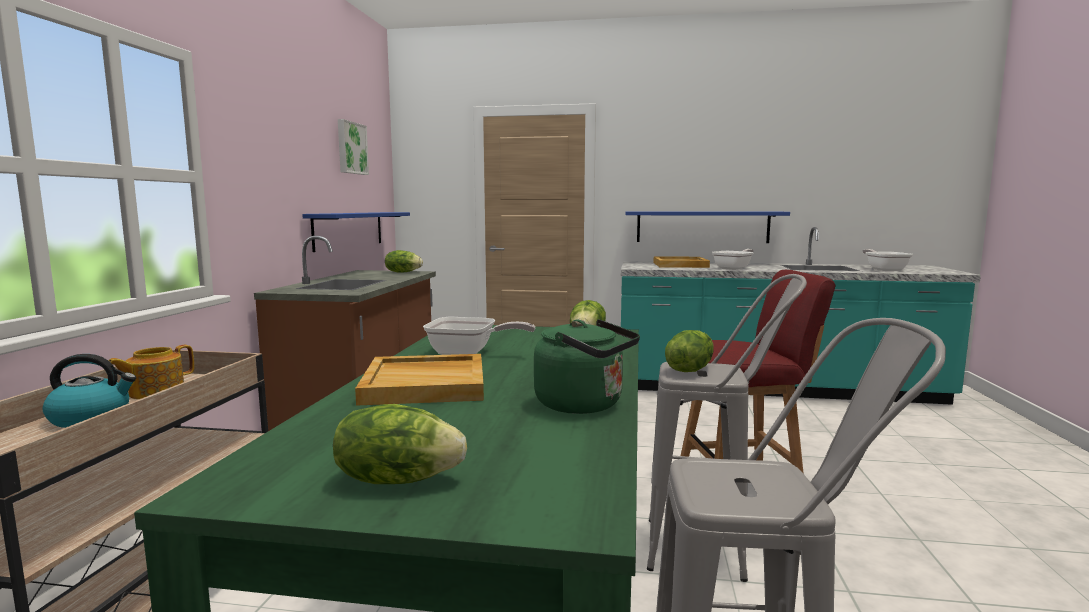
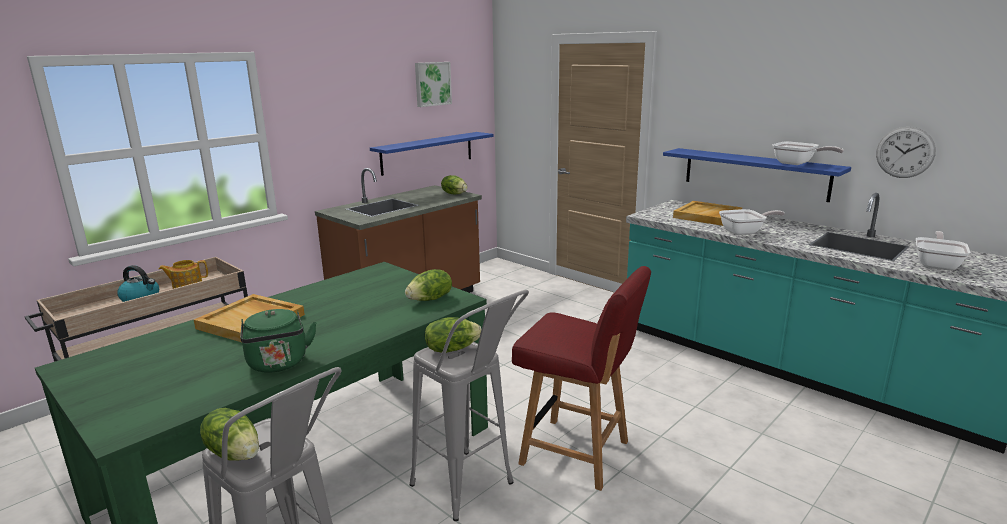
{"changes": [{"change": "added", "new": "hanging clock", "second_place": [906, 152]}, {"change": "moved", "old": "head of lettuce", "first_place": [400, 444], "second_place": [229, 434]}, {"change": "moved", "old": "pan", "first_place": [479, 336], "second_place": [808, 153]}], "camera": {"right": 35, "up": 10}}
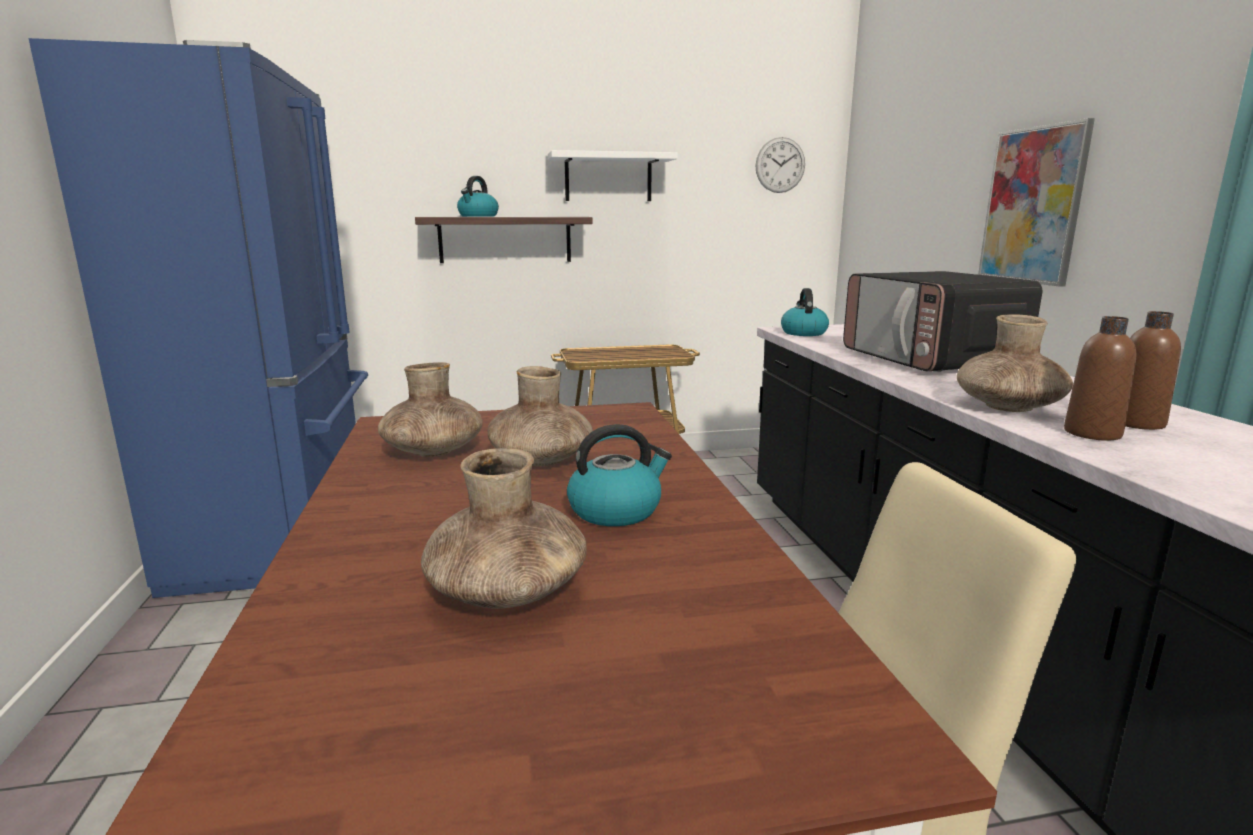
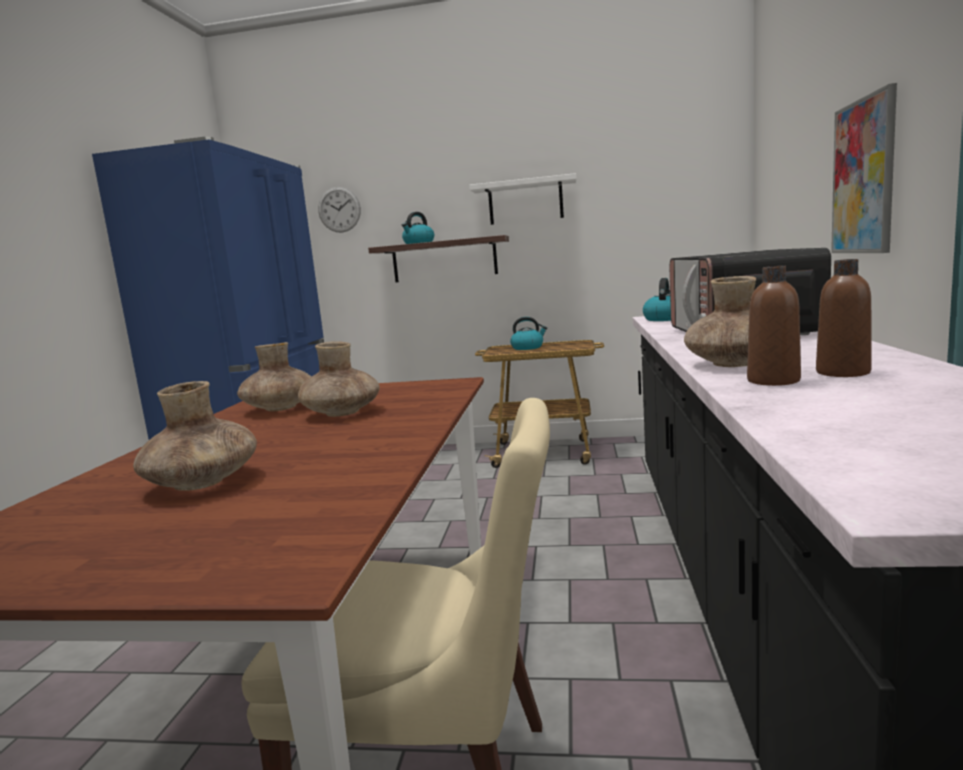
{"changes": [{"change": "moved", "old": "kettle", "first_place": [619, 475], "second_place": [528, 333]}, {"change": "moved", "old": "hanging clock", "first_place": [780, 165], "second_place": [339, 209]}], "camera": {"right": 20, "up": -5}}
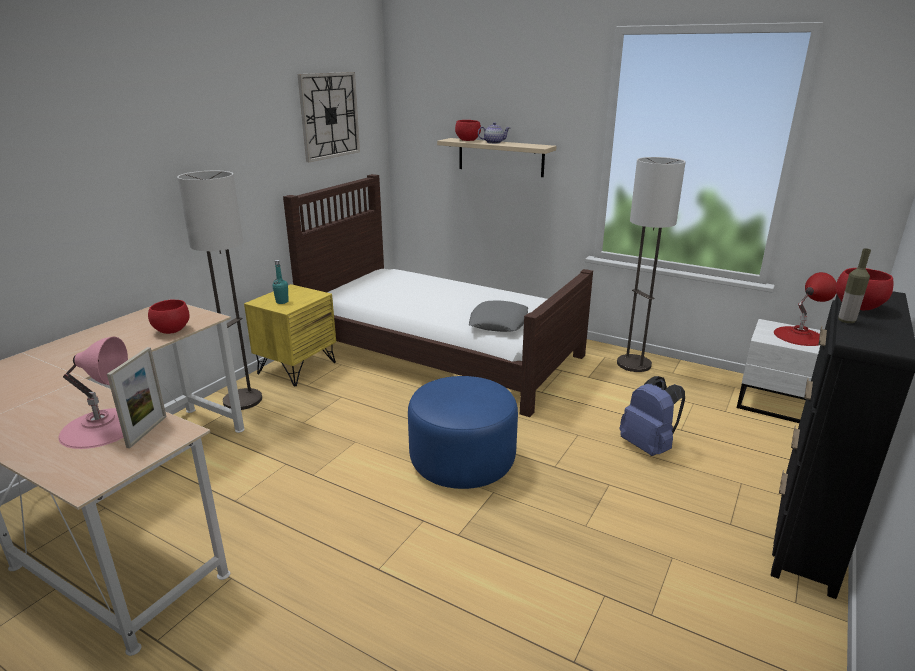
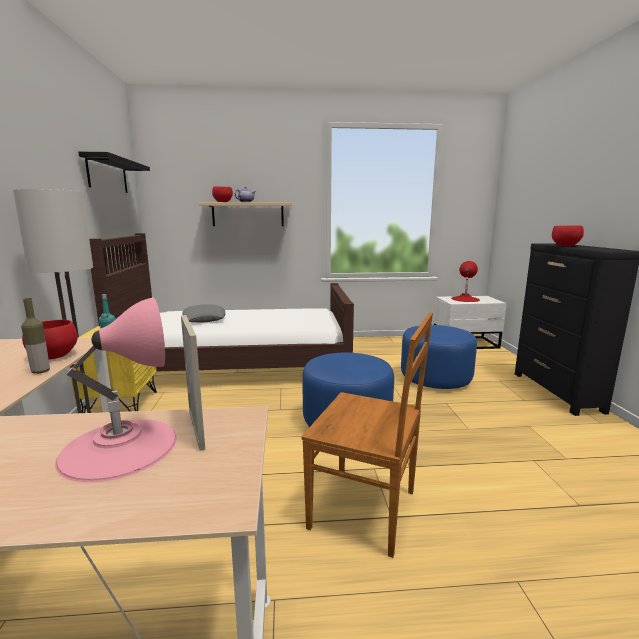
{"changes": [{"change": "removed", "old": "standard lamp", "first_place": [651, 264]}, {"change": "added", "new": "brown-coloured plain chair", "second_place": [367, 435]}, {"change": "moved", "old": "grey cushion", "first_place": [498, 316], "second_place": [203, 313]}, {"change": "moved", "old": "drink bottle", "first_place": [854, 285], "second_place": [35, 336]}, {"change": "replaced", "old": "hanging clock", "new": "black shelf", "first_place": [329, 117], "second_place": [114, 172]}, {"change": "replaced", "old": "blue knapsack", "new": "blue pouffe", "first_place": [652, 416], "second_place": [439, 357]}], "camera": {"right": -35, "up": -10}}
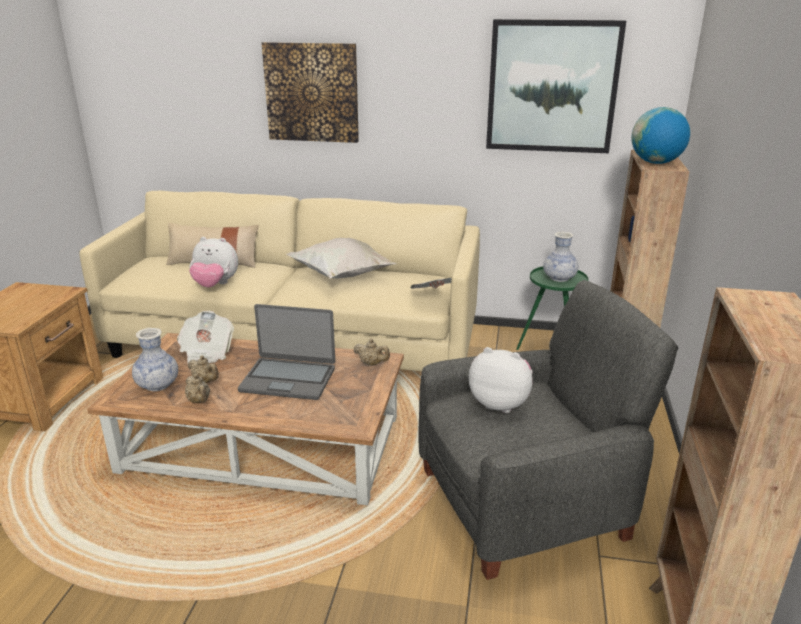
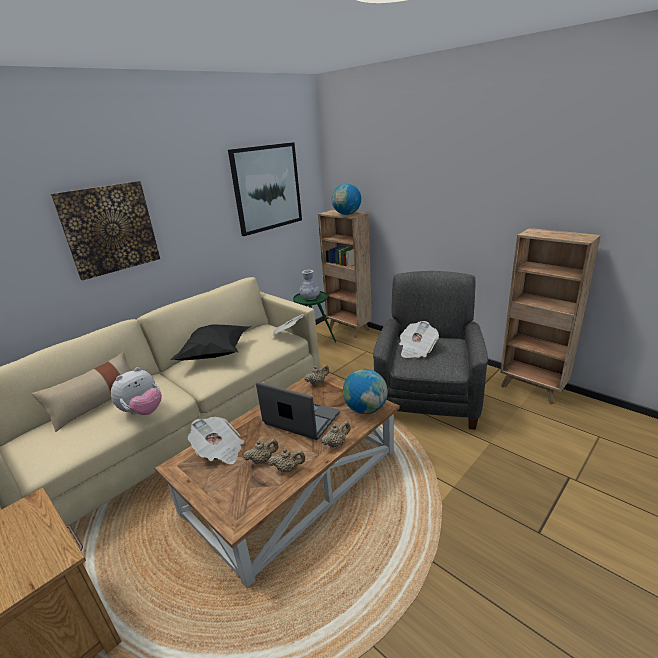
{"changes": [{"change": "removed", "old": "flower vase", "first_place": [155, 359]}, {"change": "added", "new": "beige tea pot", "second_place": [335, 434]}, {"change": "added", "new": "globe", "second_place": [365, 391]}, {"change": "replaced", "old": "plush toy", "new": "printed paper", "first_place": [501, 380], "second_place": [419, 339]}, {"change": "recoloured", "old": "whitish cushion", "new": "black cushion", "first_place": [341, 258], "second_place": [210, 342]}, {"change": "turned", "old": "laptop", "first_place": [286, 352], "second_place": [298, 411], "degrees": -105}], "camera": {"right": -55, "up": 0}}
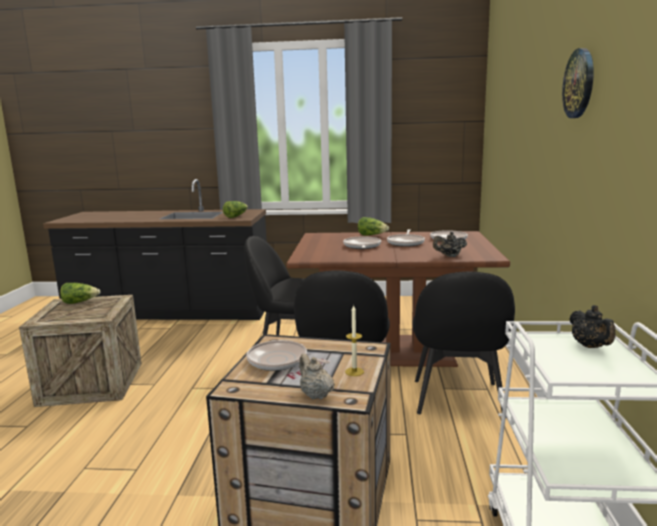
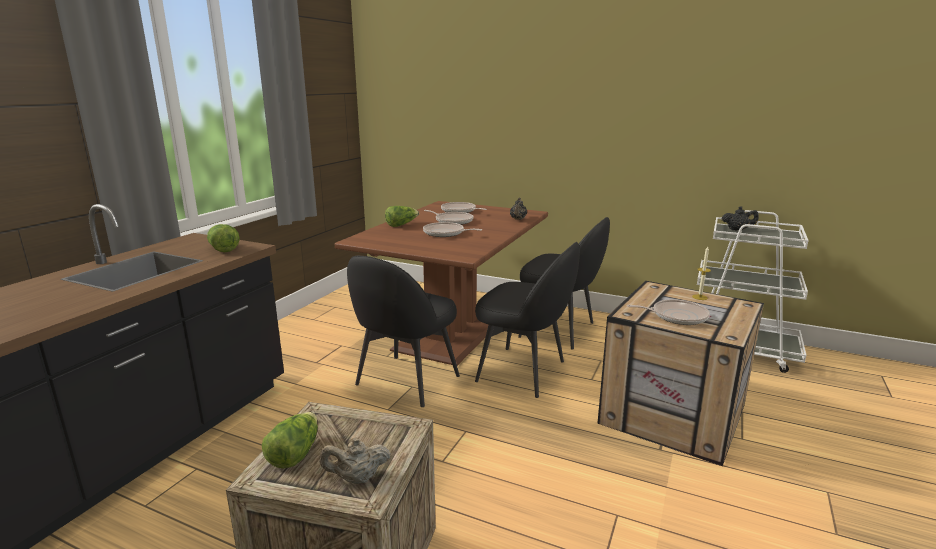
{"changes": [{"change": "removed", "old": "hanging clock", "first_place": [578, 83]}, {"change": "moved", "old": "beige tea pot", "first_place": [317, 376], "second_place": [355, 461]}, {"change": "turned", "old": "pan", "first_place": [288, 355], "second_place": [668, 312], "degrees": -135}], "camera": {"right": -70, "up": 5}}
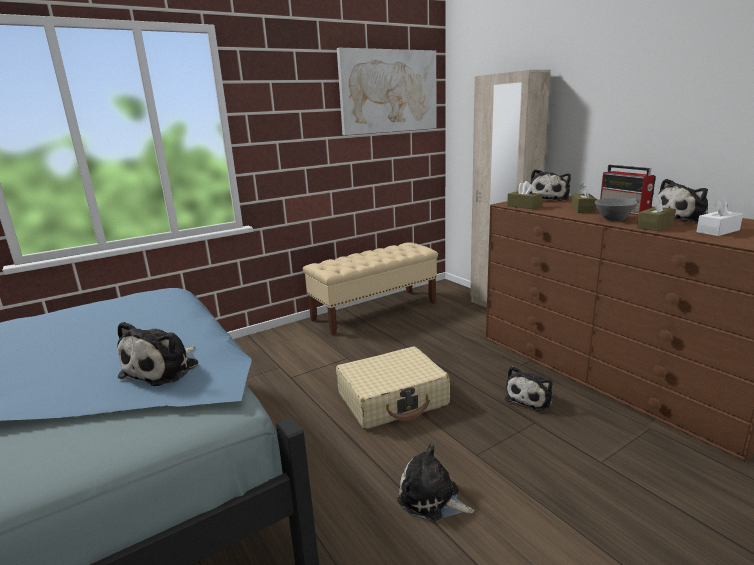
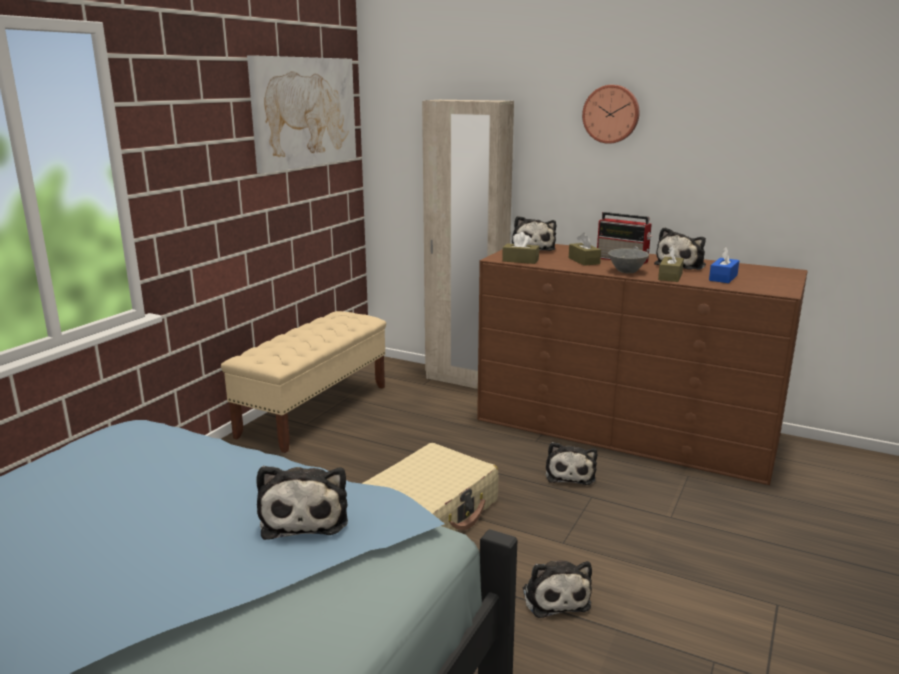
{"changes": [{"change": "added", "new": "hanging clock", "second_place": [611, 114]}, {"change": "recoloured", "old": "whitish box of tissues", "new": "blue box of tissues", "first_place": [719, 217], "second_place": [724, 265]}, {"change": "turned", "old": "plush toy", "first_place": [435, 482], "second_place": [557, 589], "degrees": -105}], "camera": {"right": -30, "up": 0}}
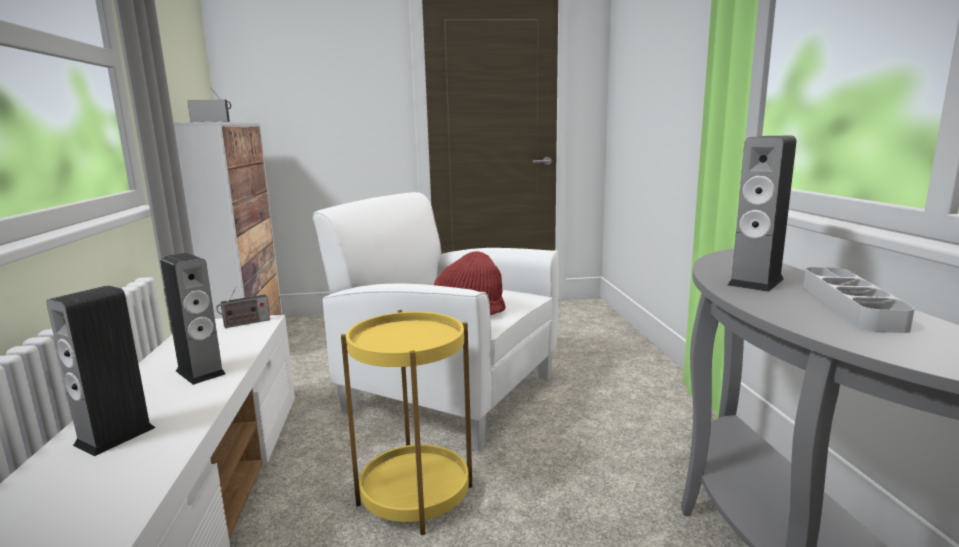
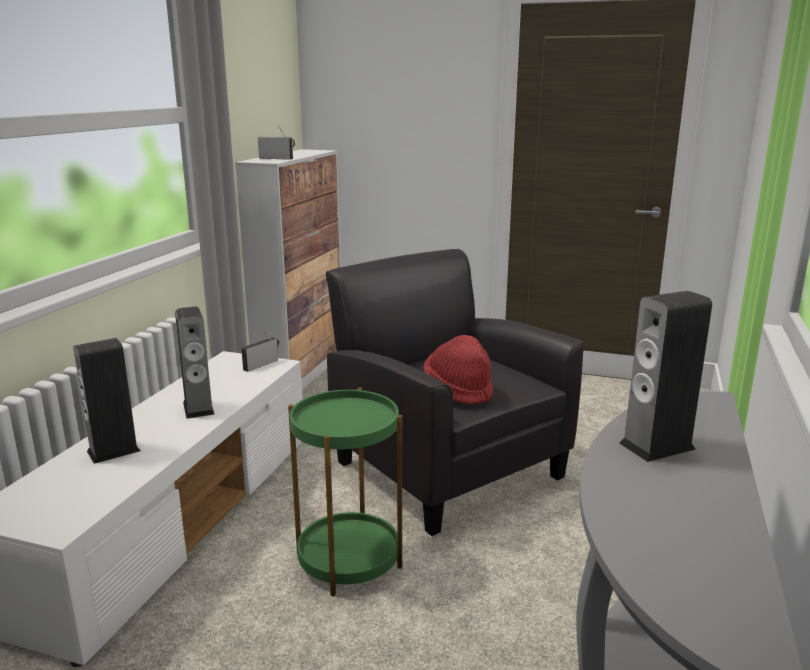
{"changes": [{"change": "removed", "old": "grey tray", "first_place": [859, 300]}, {"change": "recoloured", "old": "whitish lounge chair", "new": "black lounge chair", "first_place": [436, 321], "second_place": [455, 392]}, {"change": "recoloured", "old": "yellow-coloured accent table", "new": "green-coloured accent table", "first_place": [406, 422], "second_place": [345, 491]}, {"change": "turned", "old": "radio", "first_place": [243, 307], "second_place": [260, 351], "degrees": 135}], "camera": {"right": 25, "up": 5}}
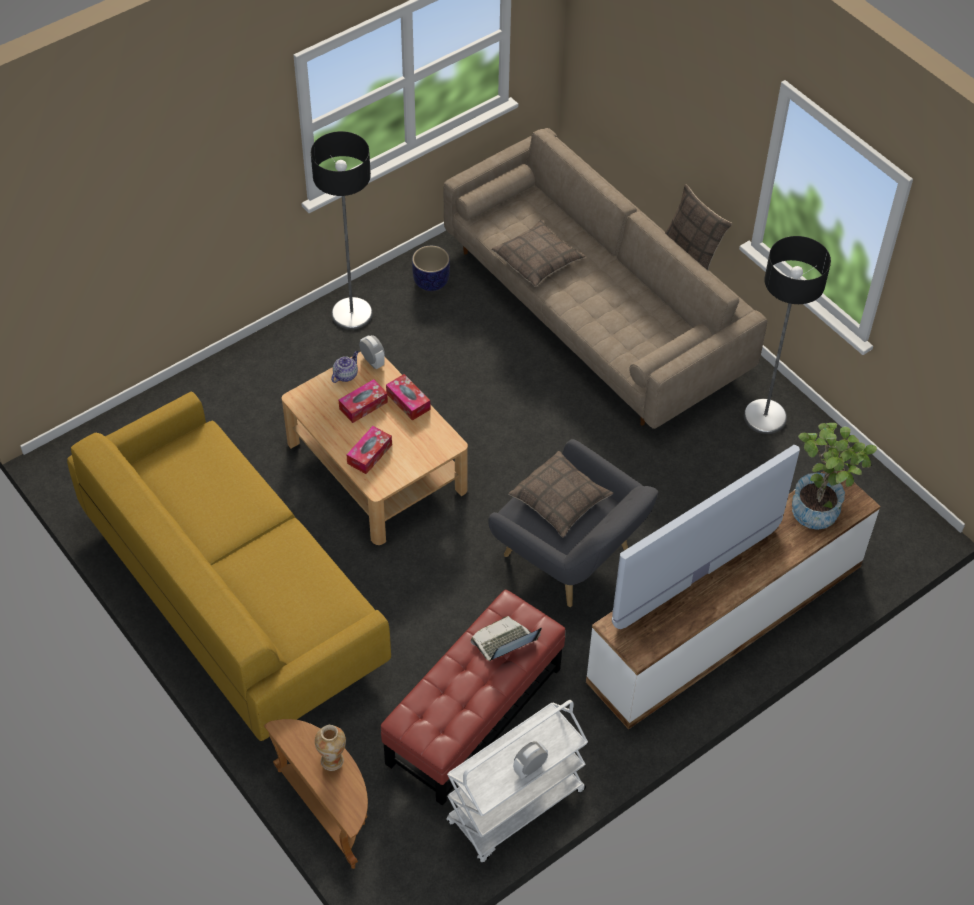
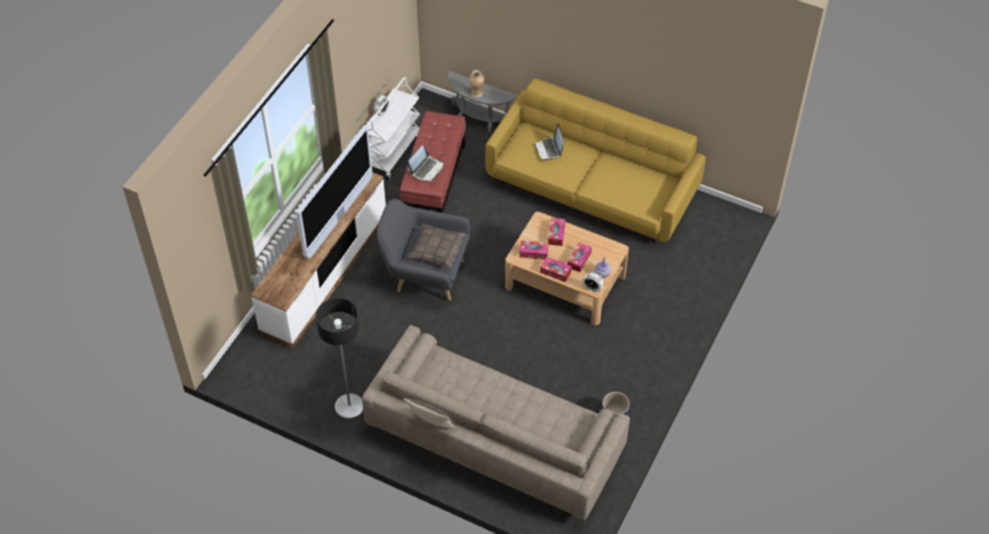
{"changes": [{"change": "removed", "old": "standard lamp", "first_place": [341, 230]}, {"change": "removed", "old": "cushion", "first_place": [538, 253]}, {"change": "removed", "old": "houseplant", "first_place": [834, 476]}, {"change": "added", "new": "box of tissues", "second_place": [533, 250]}, {"change": "added", "new": "laptop", "second_place": [549, 142]}, {"change": "recoloured", "old": "brown-coloured accent table", "new": "grey accent table", "first_place": [316, 794], "second_place": [483, 102]}], "camera": {"right": 155, "up": 0}}
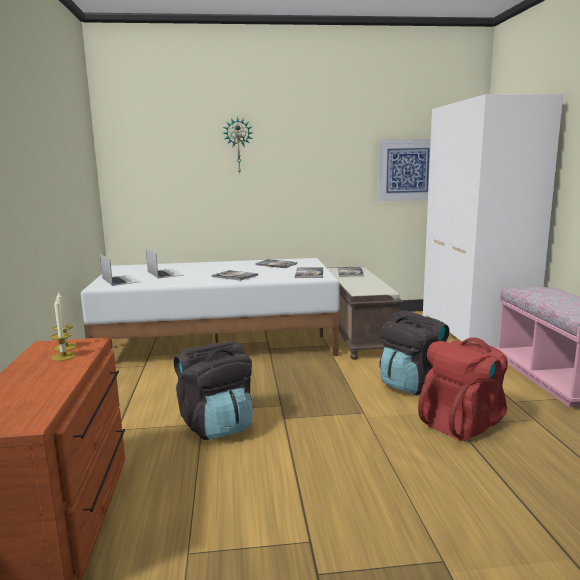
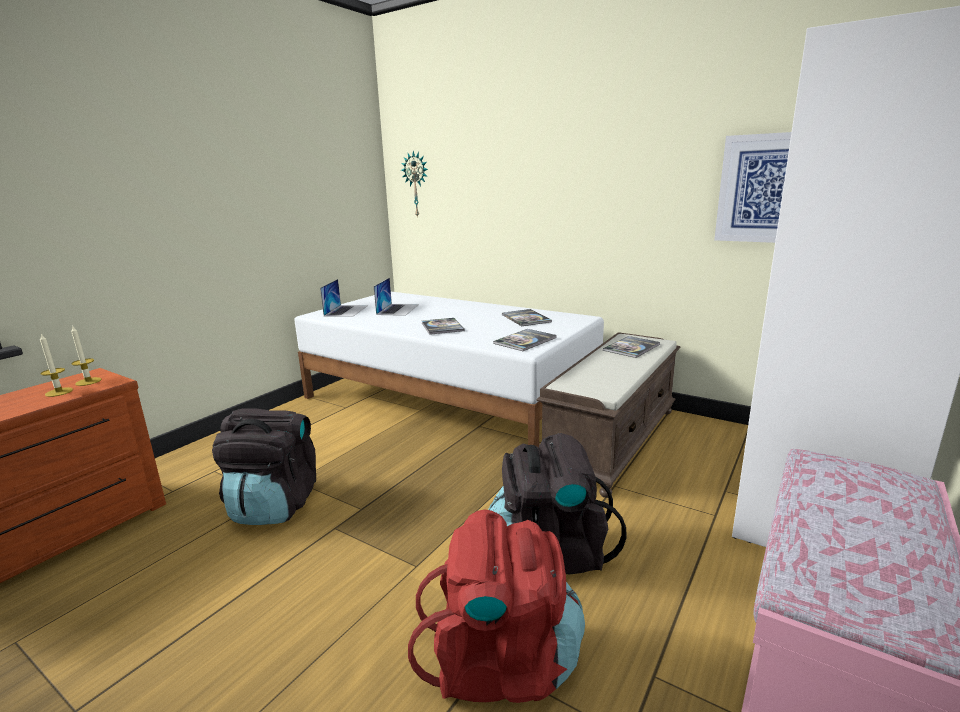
{"changes": [{"change": "moved", "old": "hanging clock", "first_place": [238, 145], "second_place": [414, 184]}], "camera": {"right": 40, "up": 5}}
